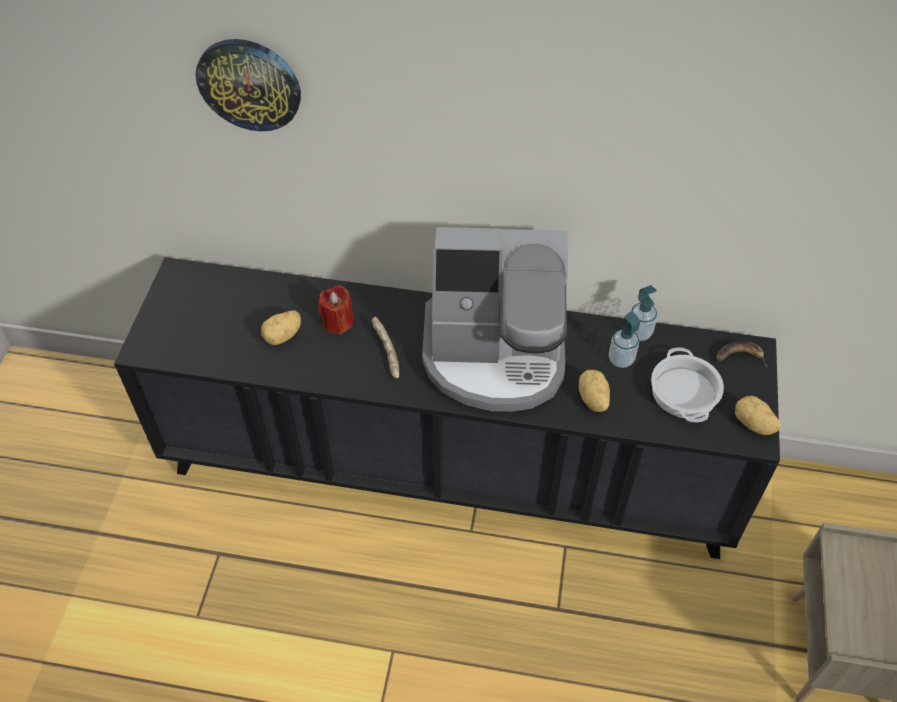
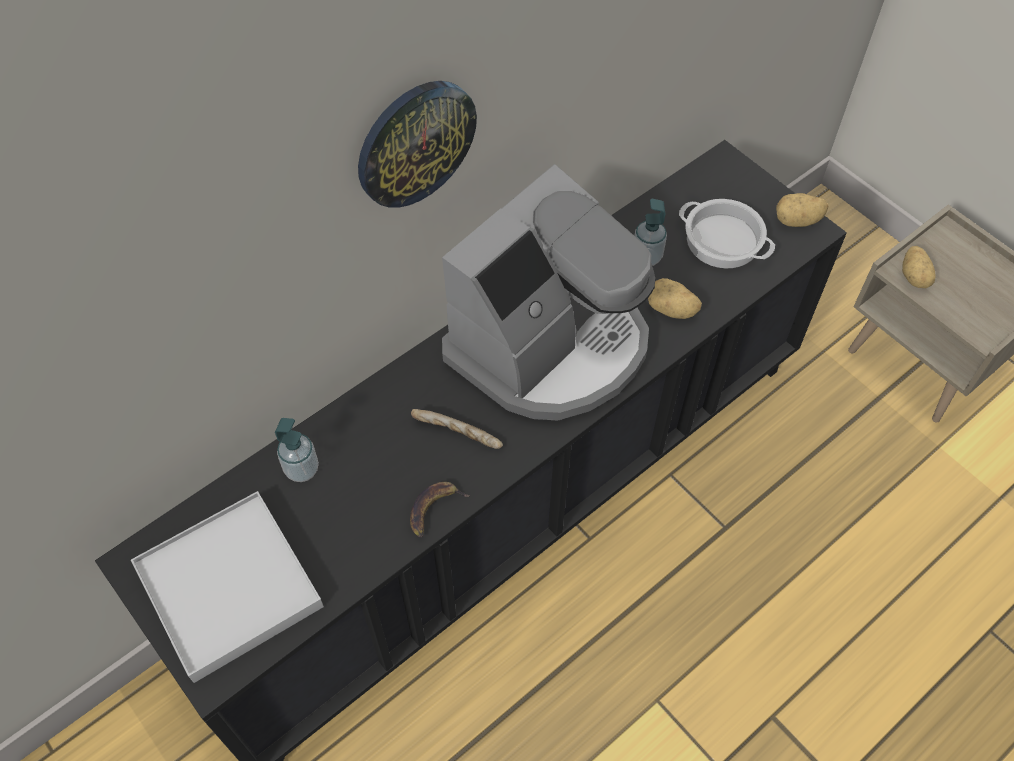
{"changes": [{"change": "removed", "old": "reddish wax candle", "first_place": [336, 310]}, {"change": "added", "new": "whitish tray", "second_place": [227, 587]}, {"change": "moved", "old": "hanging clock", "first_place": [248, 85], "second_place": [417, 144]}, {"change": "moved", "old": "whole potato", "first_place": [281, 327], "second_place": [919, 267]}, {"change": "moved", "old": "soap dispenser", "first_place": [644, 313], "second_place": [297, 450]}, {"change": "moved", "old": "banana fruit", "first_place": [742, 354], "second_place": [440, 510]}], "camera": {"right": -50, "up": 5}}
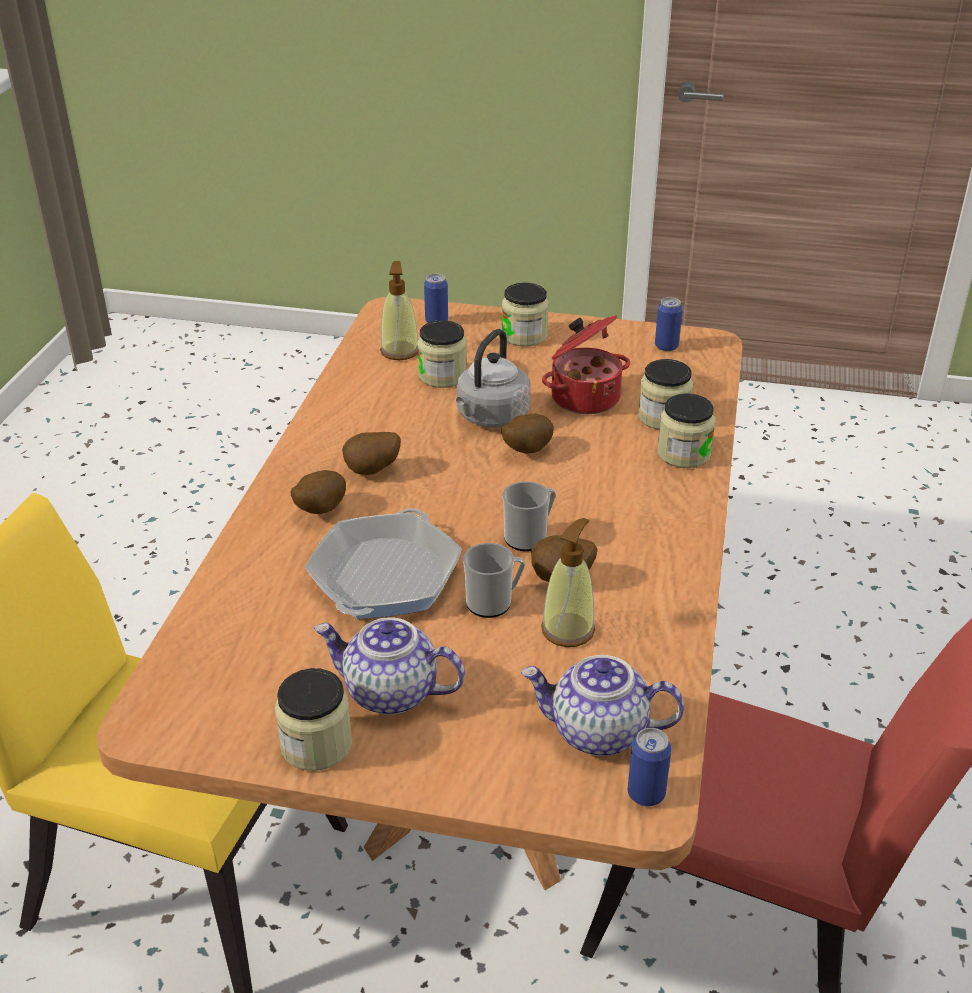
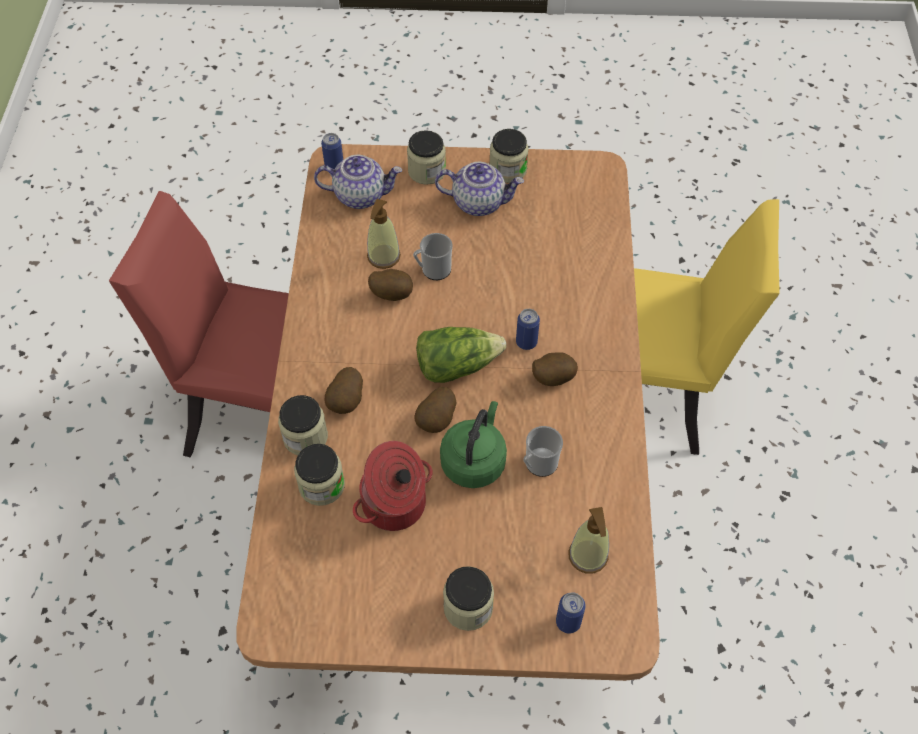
{"changes": [{"change": "removed", "old": "pan", "first_place": [383, 563]}, {"change": "added", "new": "head of lettuce", "second_place": [461, 355]}, {"change": "moved", "old": "whole potato", "first_place": [318, 492], "second_place": [343, 390]}, {"change": "moved", "old": "preserve jar", "first_place": [442, 354], "second_place": [426, 157]}, {"change": "moved", "old": "coffee mug", "first_place": [529, 516], "second_place": [543, 451]}, {"change": "moved", "old": "metal can", "first_place": [669, 324], "second_place": [528, 329]}, {"change": "recoloured", "old": "grey kettle", "new": "green-coloured kettle", "first_place": [493, 378], "second_place": [473, 444]}], "camera": {"right": 170, "up": 20}}
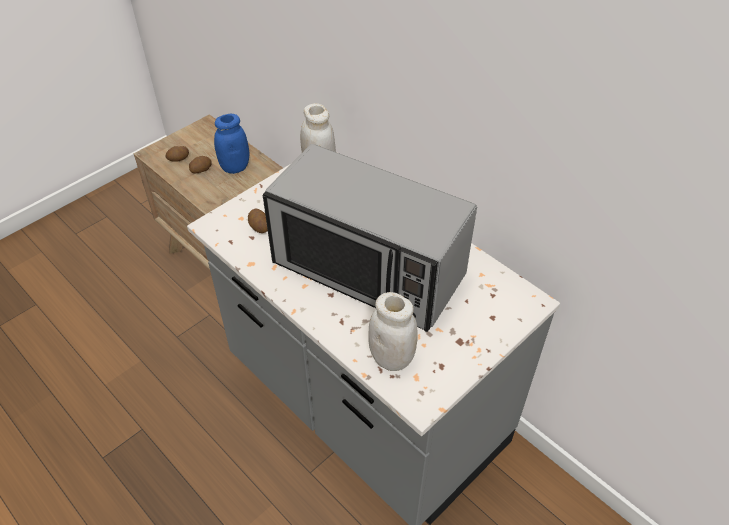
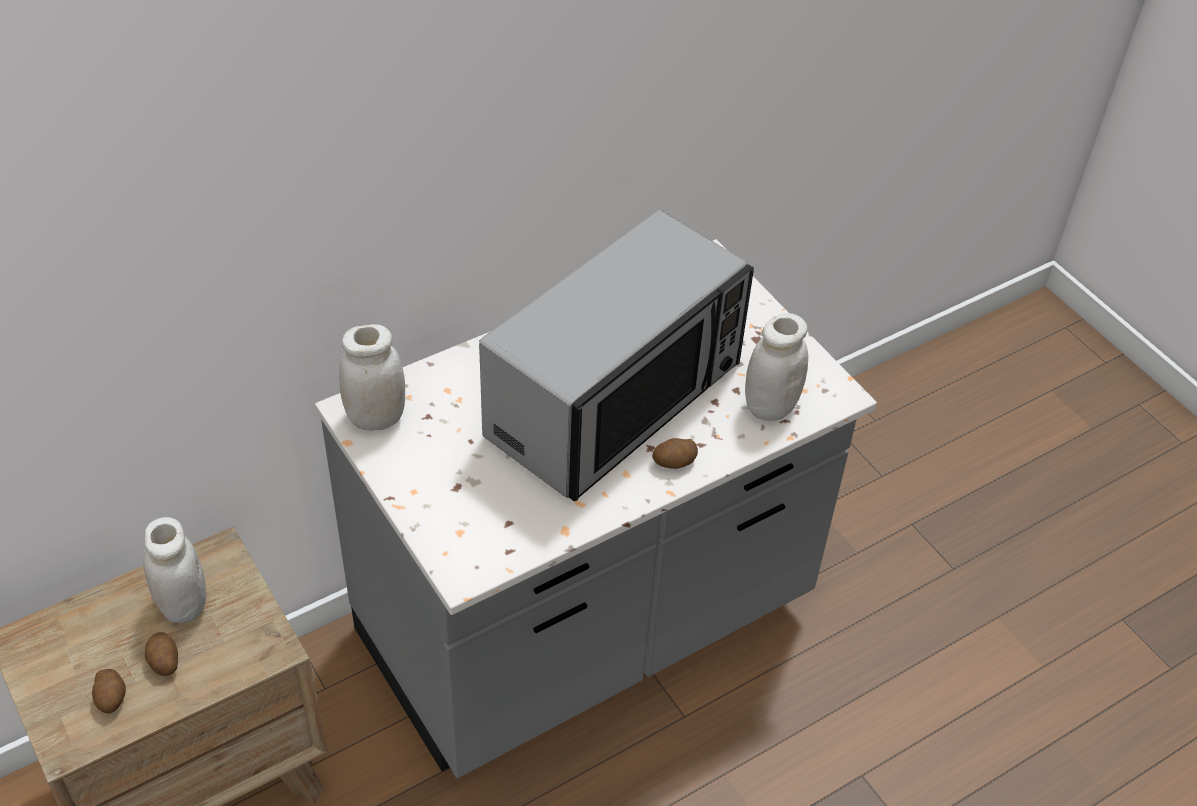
{"changes": [{"change": "moved", "old": "whole potato", "first_place": [258, 221], "second_place": [675, 453]}, {"change": "recoloured", "old": "blue preserve jar", "new": "whitish preserve jar", "first_place": [232, 144], "second_place": [174, 570]}], "camera": {"right": -80, "up": 0}}
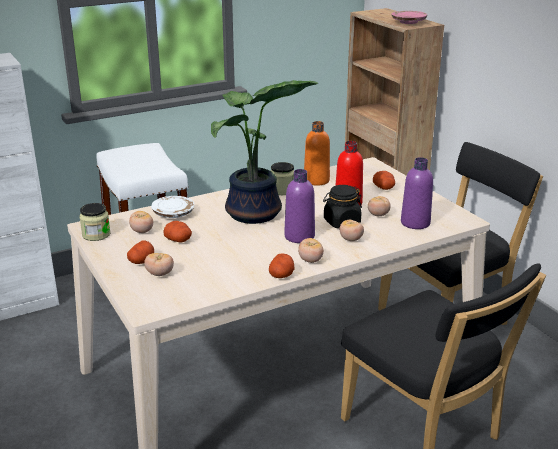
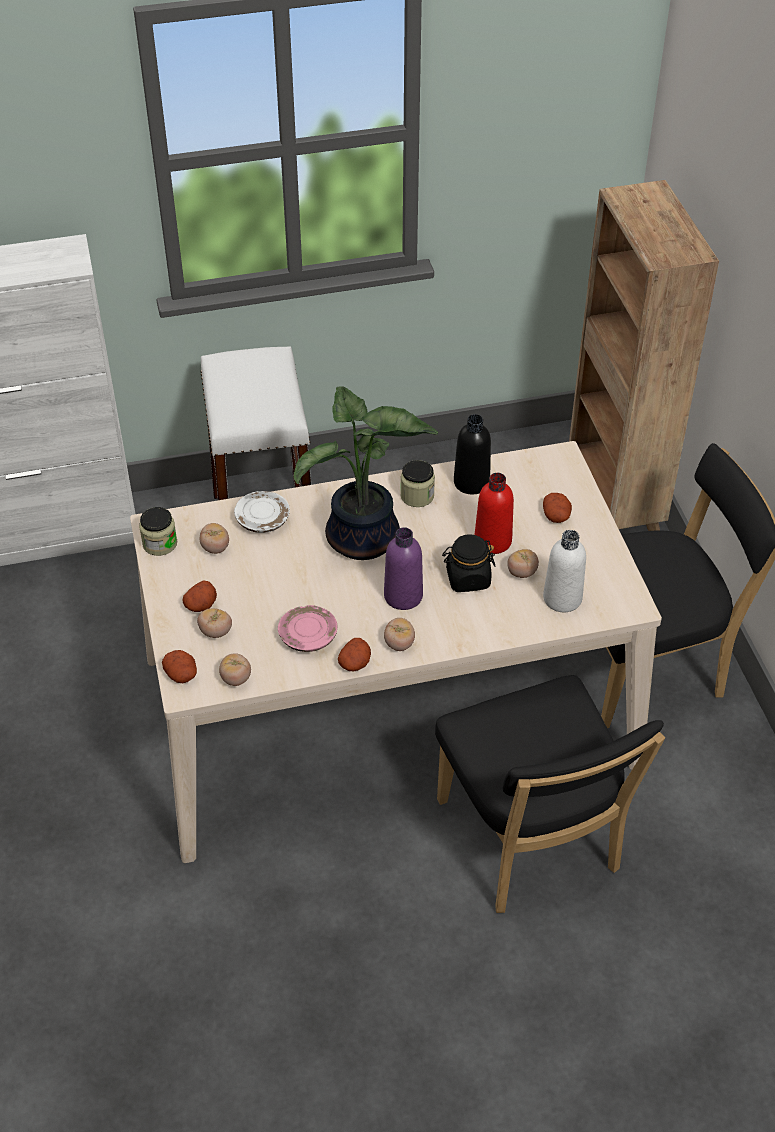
{"changes": [{"change": "moved", "old": "whole potato", "first_place": [177, 231], "second_place": [179, 666]}, {"change": "moved", "old": "whole tomato", "first_place": [352, 230], "second_place": [235, 669]}, {"change": "moved", "old": "pinkish flat dish", "first_place": [409, 17], "second_place": [307, 628]}, {"change": "recoloured", "old": "orange drink bottle", "new": "black drink bottle", "first_place": [317, 153], "second_place": [472, 454]}, {"change": "recoloured", "old": "purple drink bottle", "new": "whitish drink bottle", "first_place": [417, 193], "second_place": [564, 571]}], "camera": {"right": 15, "up": 20}}
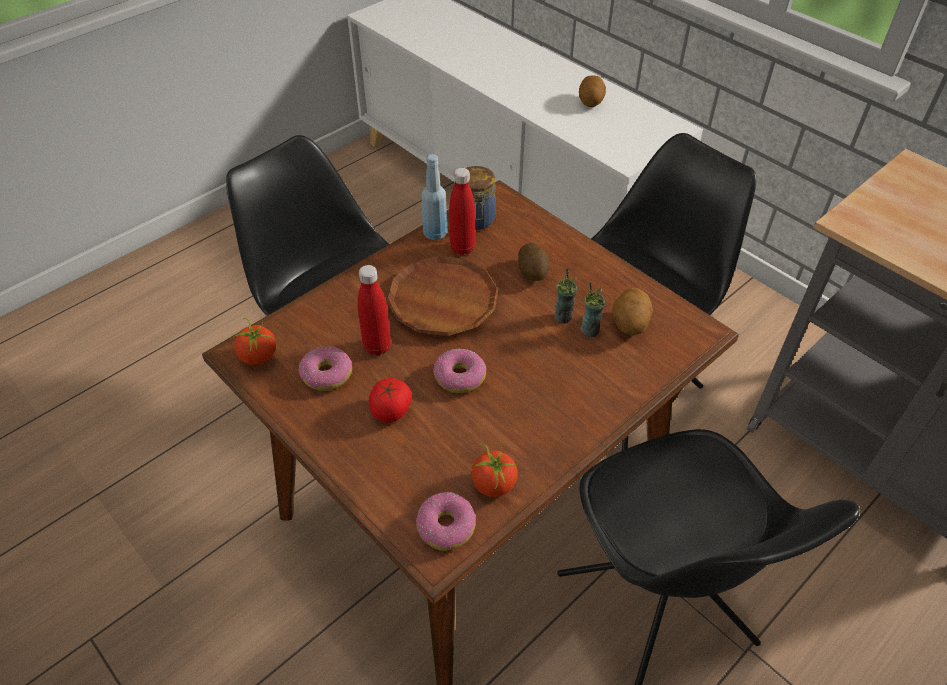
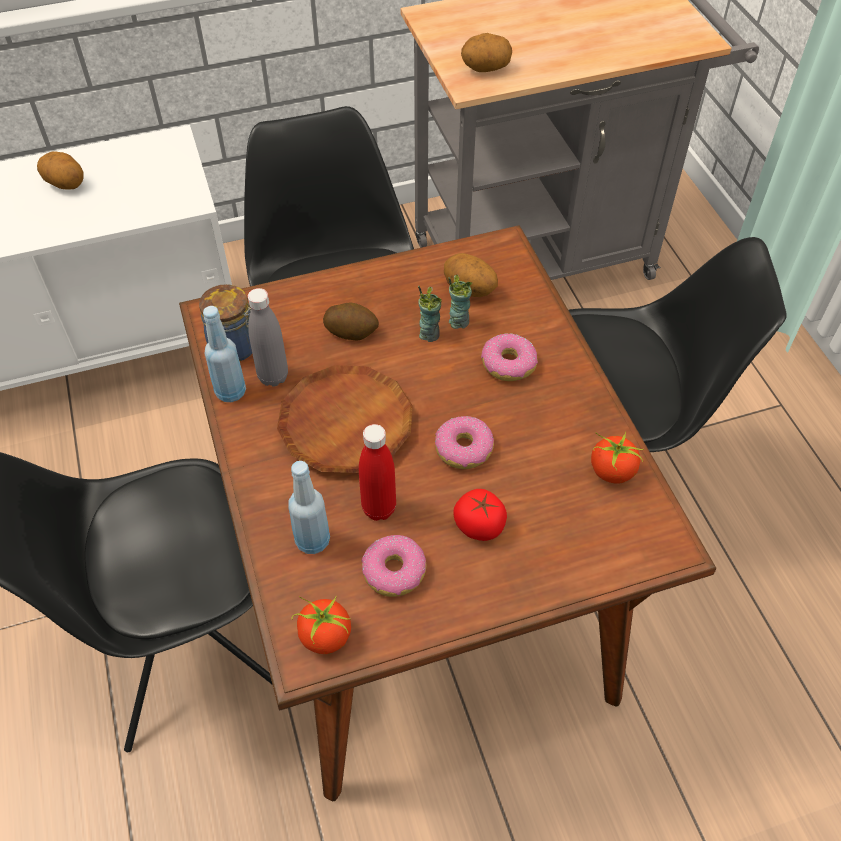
{"changes": [{"change": "added", "new": "blue drink bottle", "second_place": [309, 507]}, {"change": "added", "new": "whole potato", "second_place": [486, 52]}, {"change": "moved", "old": "ring doughnut", "first_place": [446, 521], "second_place": [509, 357]}, {"change": "recoloured", "old": "reddish drink bottle", "new": "grey drink bottle", "first_place": [462, 211], "second_place": [268, 337]}], "camera": {"right": -65, "up": 5}}
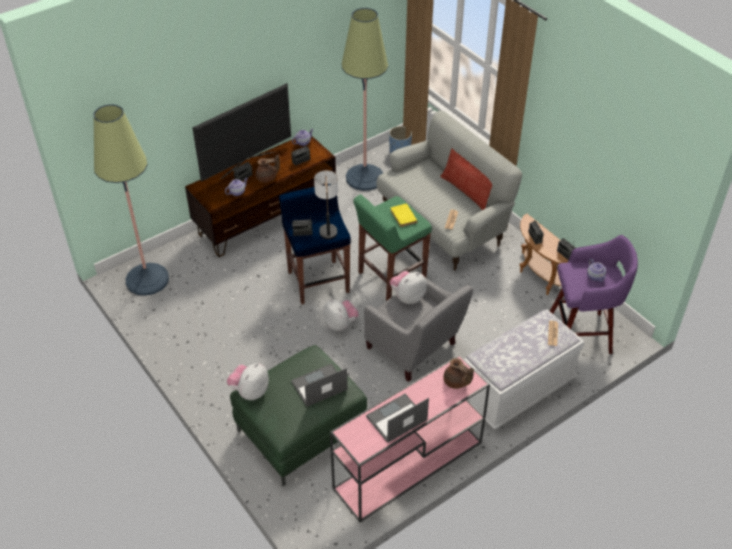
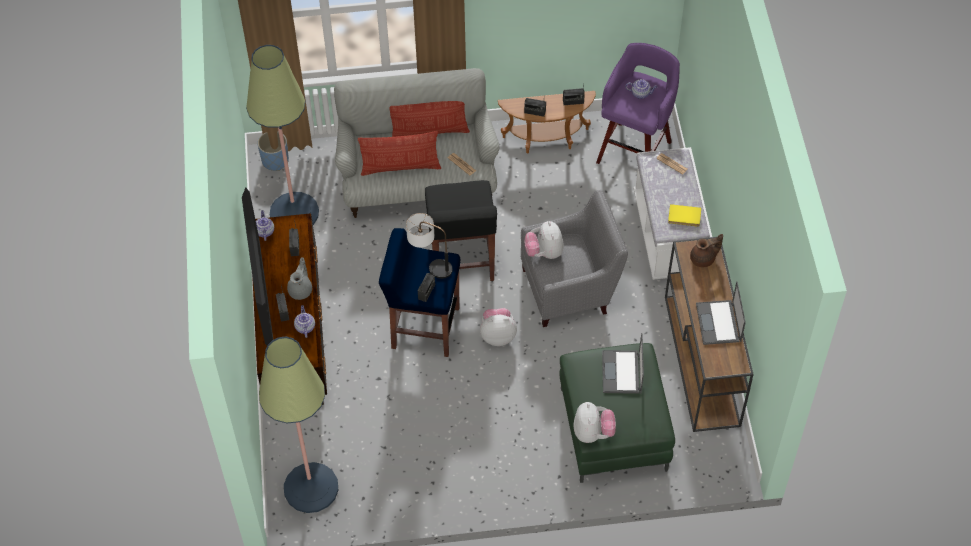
{"changes": [{"change": "added", "new": "cushion", "second_place": [400, 153]}, {"change": "moved", "old": "yellow-coloured volume", "first_place": [403, 215], "second_place": [684, 215]}, {"change": "recoloured", "old": "brown-coloured tea pot", "new": "grey tea pot", "first_place": [268, 168], "second_place": [299, 278]}, {"change": "recoloured", "old": "pinkish console table", "new": "brown-coloured console table", "first_place": [410, 438], "second_place": [709, 334]}, {"change": "recoloured", "old": "green-coloured stool seat", "new": "black stool seat", "first_place": [392, 247], "second_place": [461, 230]}, {"change": "turned", "old": "plush toy", "first_place": [248, 381], "second_place": [594, 422], "degrees": -150}], "camera": {"right": -60, "up": 10}}
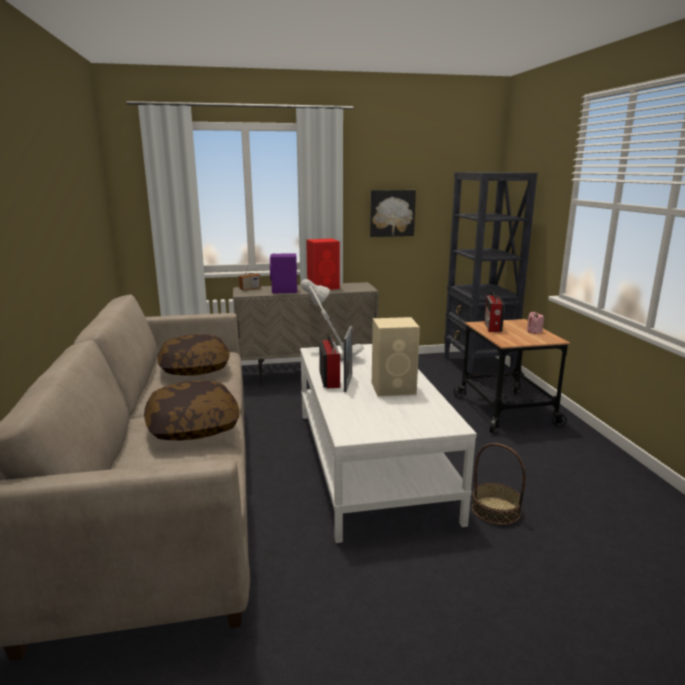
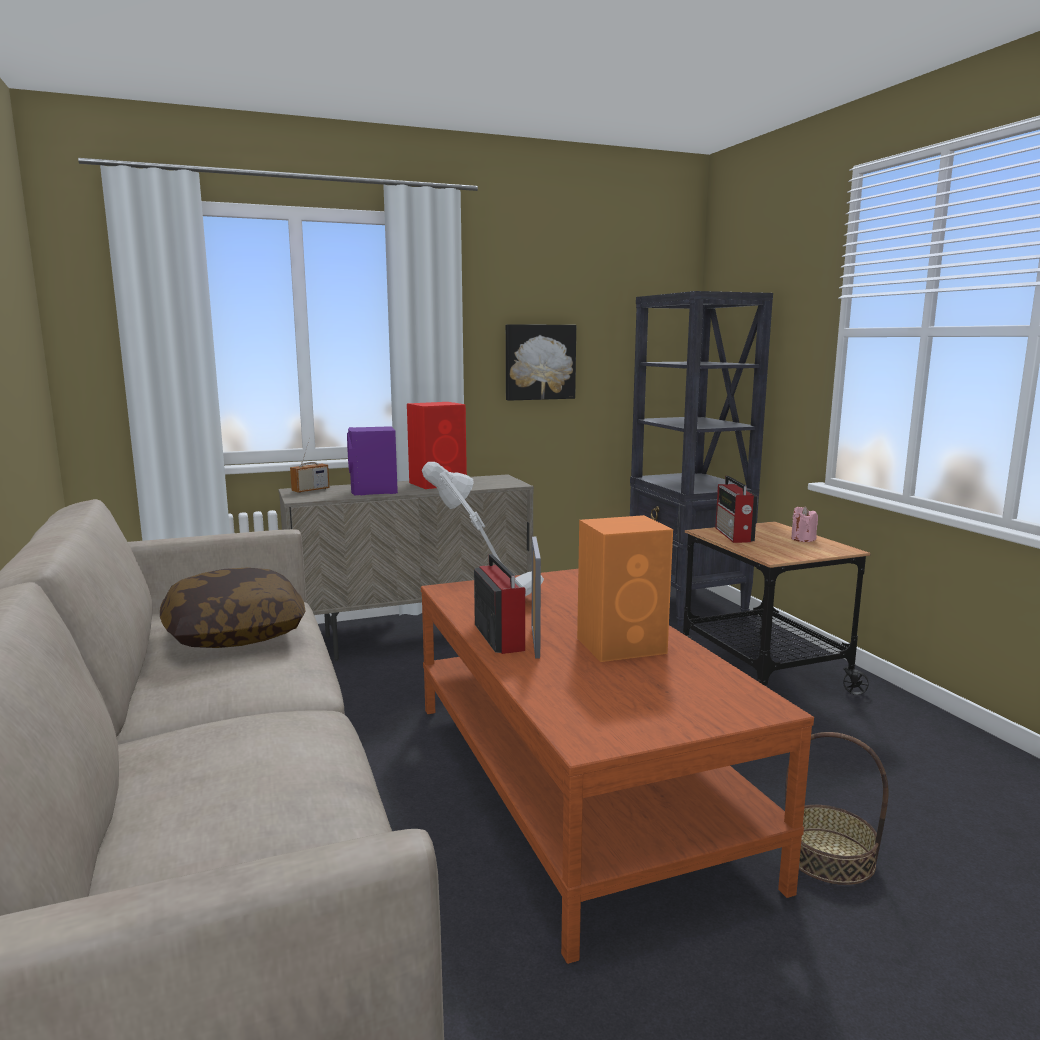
{"changes": [{"change": "removed", "old": "cushion", "first_place": [192, 410]}, {"change": "recoloured", "old": "whitish coffee table", "new": "brown-coloured coffee table", "first_place": [388, 443], "second_place": [617, 766]}, {"change": "recoloured", "old": "beige loudspeaker", "new": "orange loudspeaker", "first_place": [396, 356], "second_place": [625, 588]}], "camera": {"right": -10, "up": -5}}
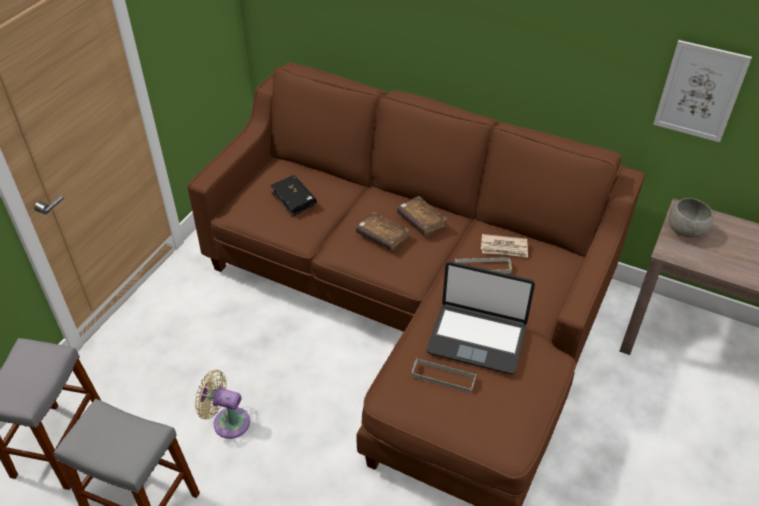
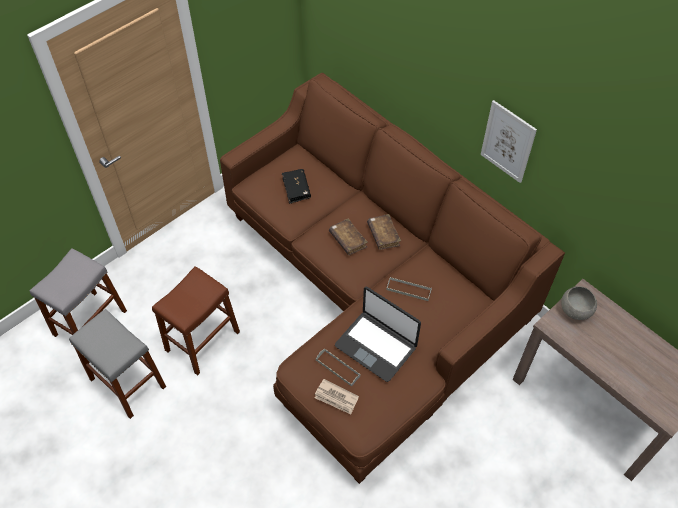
{"changes": [{"change": "moved", "old": "printed paper", "first_place": [504, 246], "second_place": [337, 397]}, {"change": "moved", "old": "picture", "first_place": [702, 91], "second_place": [509, 141]}, {"change": "replaced", "old": "beige electric fan", "new": "brown-coloured stool seat", "first_place": [222, 404], "second_place": [196, 320]}], "camera": {"right": 20, "up": 10}}
